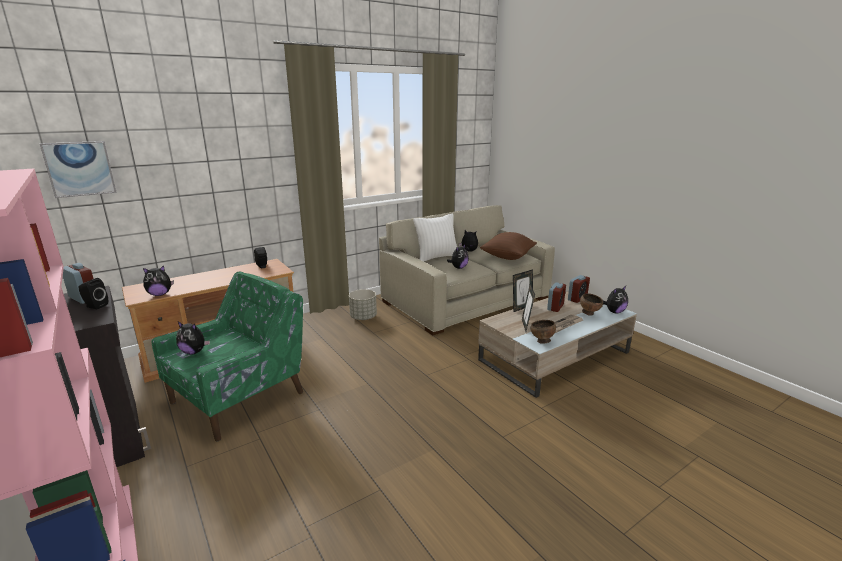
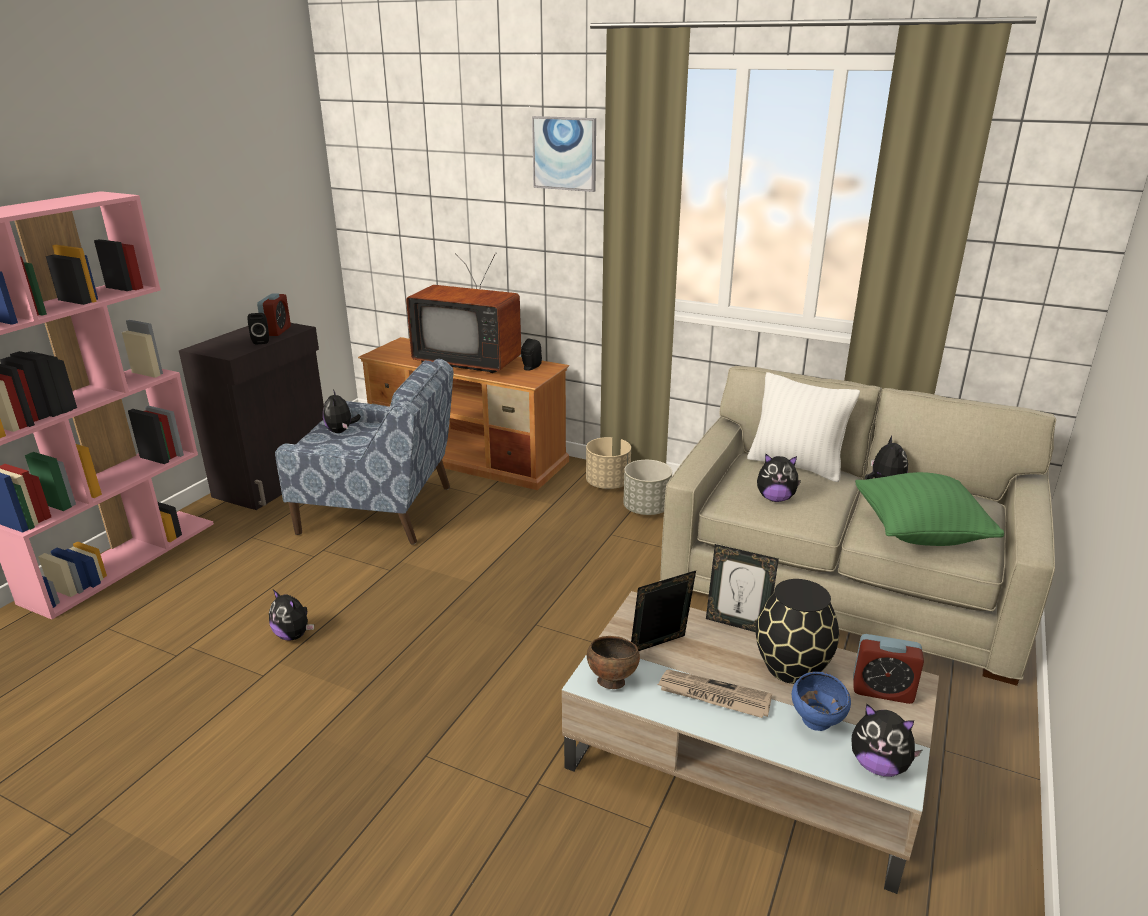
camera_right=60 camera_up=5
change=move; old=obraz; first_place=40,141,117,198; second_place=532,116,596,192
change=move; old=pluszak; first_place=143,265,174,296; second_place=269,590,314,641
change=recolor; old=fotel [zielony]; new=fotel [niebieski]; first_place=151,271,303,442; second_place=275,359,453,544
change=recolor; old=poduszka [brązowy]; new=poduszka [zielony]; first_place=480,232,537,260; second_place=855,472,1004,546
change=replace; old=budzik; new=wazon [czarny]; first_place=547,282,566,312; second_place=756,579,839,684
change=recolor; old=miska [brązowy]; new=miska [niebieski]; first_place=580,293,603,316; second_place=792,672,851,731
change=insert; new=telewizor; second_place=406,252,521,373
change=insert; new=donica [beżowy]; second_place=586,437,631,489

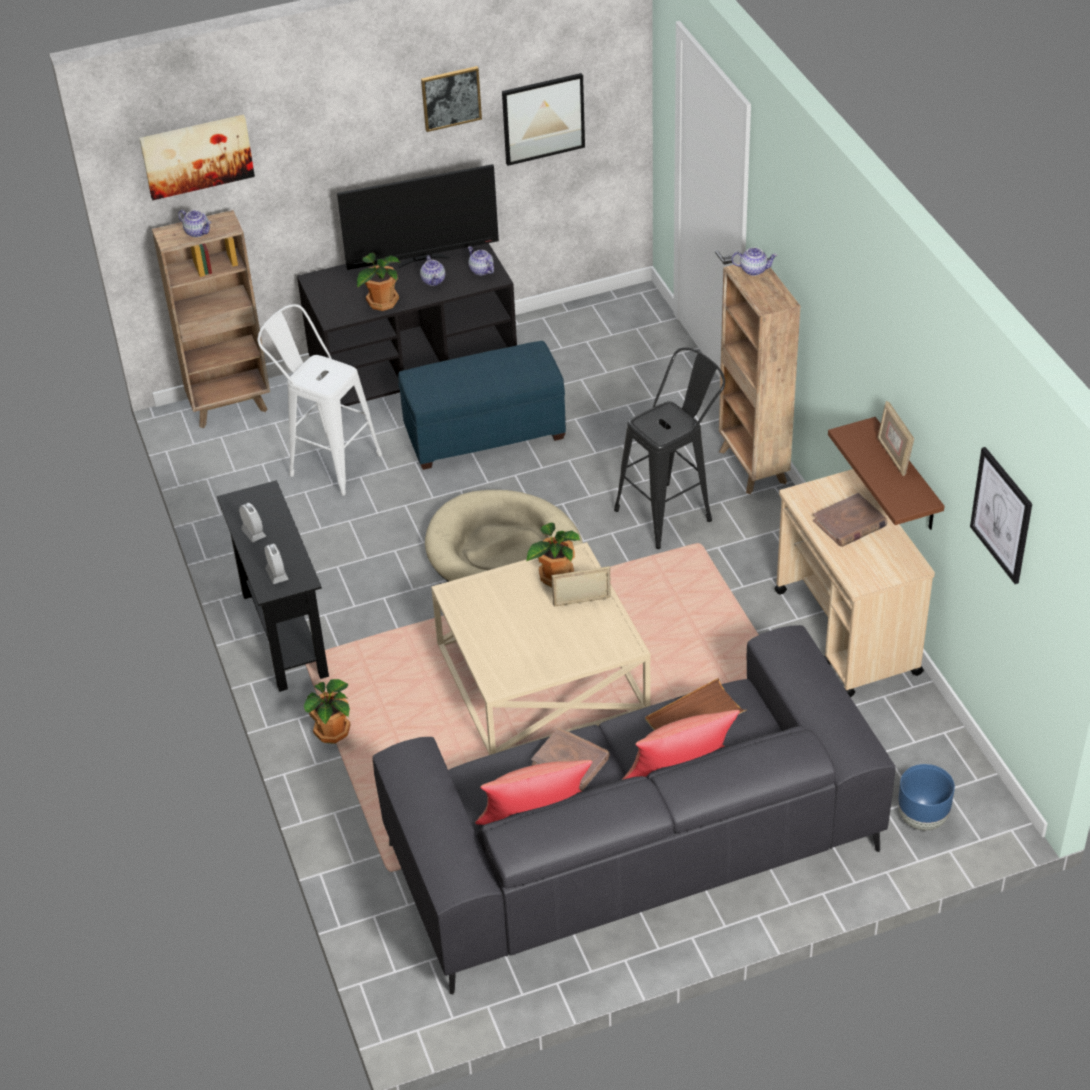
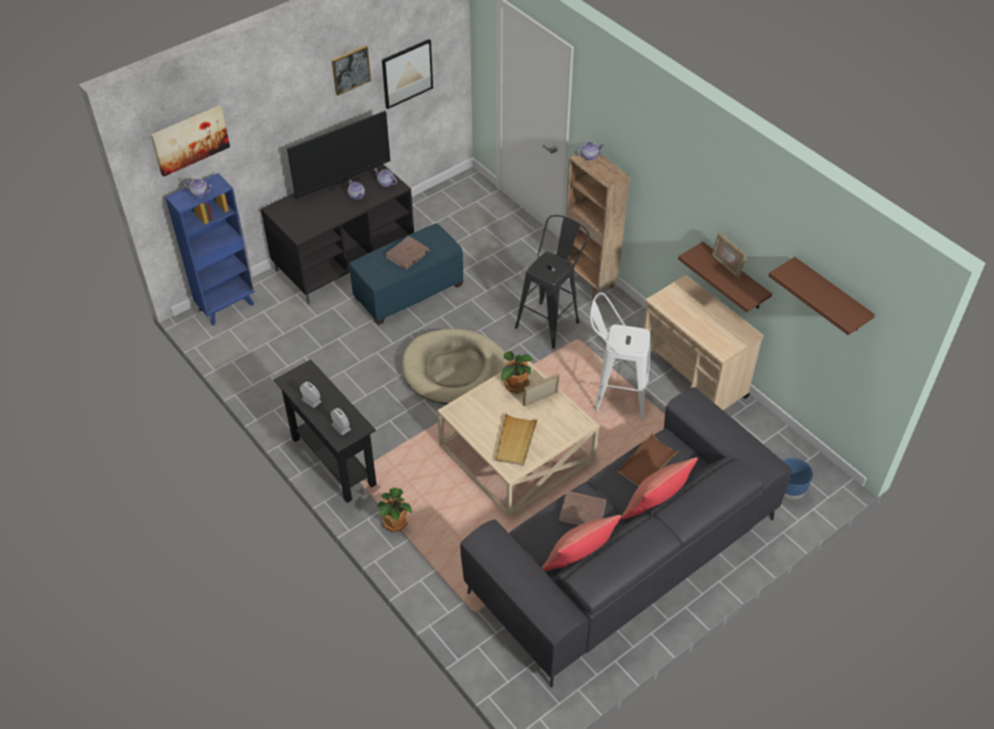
camera_right=-20 camera_up=5
change=recolor; old=regał [brązowy]; new=regał [niebieski]; first_place=152,210,270,428; second_place=165,173,255,325
change=move; old=stołek [biały]; first_place=258,304,382,496; second_place=590,292,650,419
change=delete; old=roślina doniczkowa; first_place=357,253,400,311
change=move; old=książka [brązowy]; first_place=813,493,888,547; second_place=385,236,429,270
change=replace; old=obraz; new=półka [brązowy]; first_place=970,447,1032,584; second_place=768,257,875,335
change=insert; new=taca [beżowy]; second_place=496,413,538,466

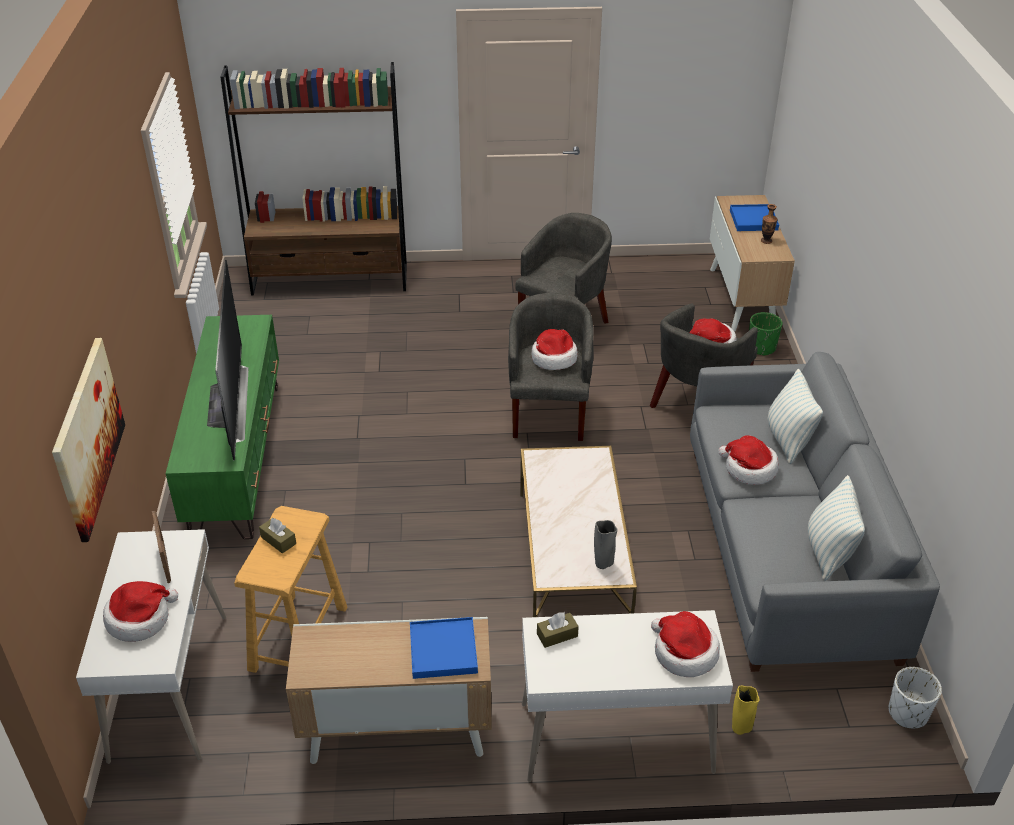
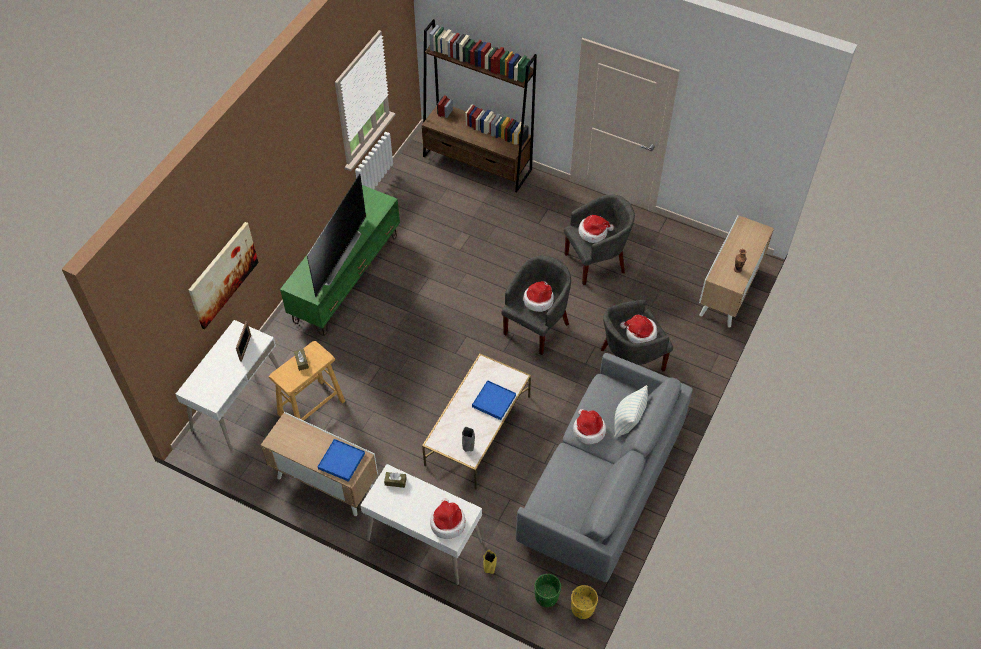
camera_right=30 camera_up=15
change=move; old=kapelusz; first_place=103,581,178,642; second_place=578,215,614,243
change=move; old=taca [niebieski]; first_place=730,204,779,231; second_place=472,380,516,420
change=move; old=donica [zielony]; first_place=749,312,782,356; second_place=535,574,561,607
change=delete; old=poduszka; first_place=808,475,865,581
change=recolor; old=donica [biały]; new=donica [żółty]; first_place=888,667,942,728; second_place=571,585,598,619

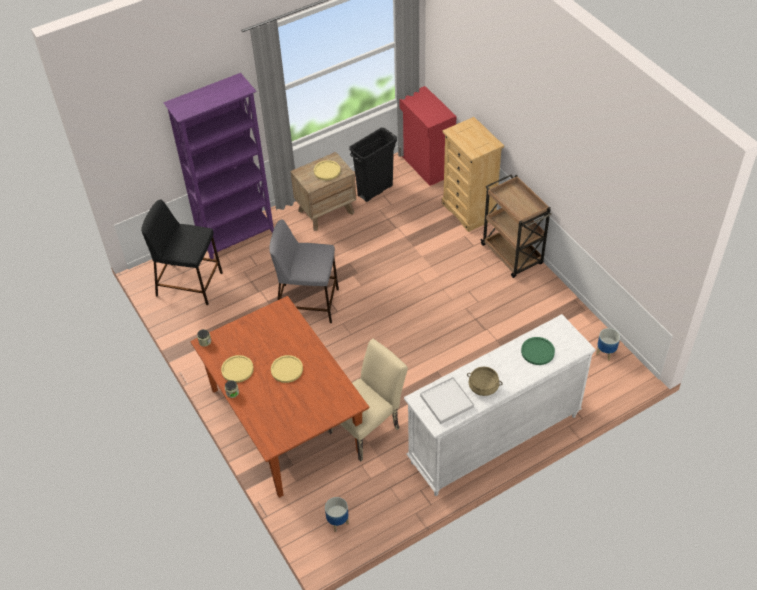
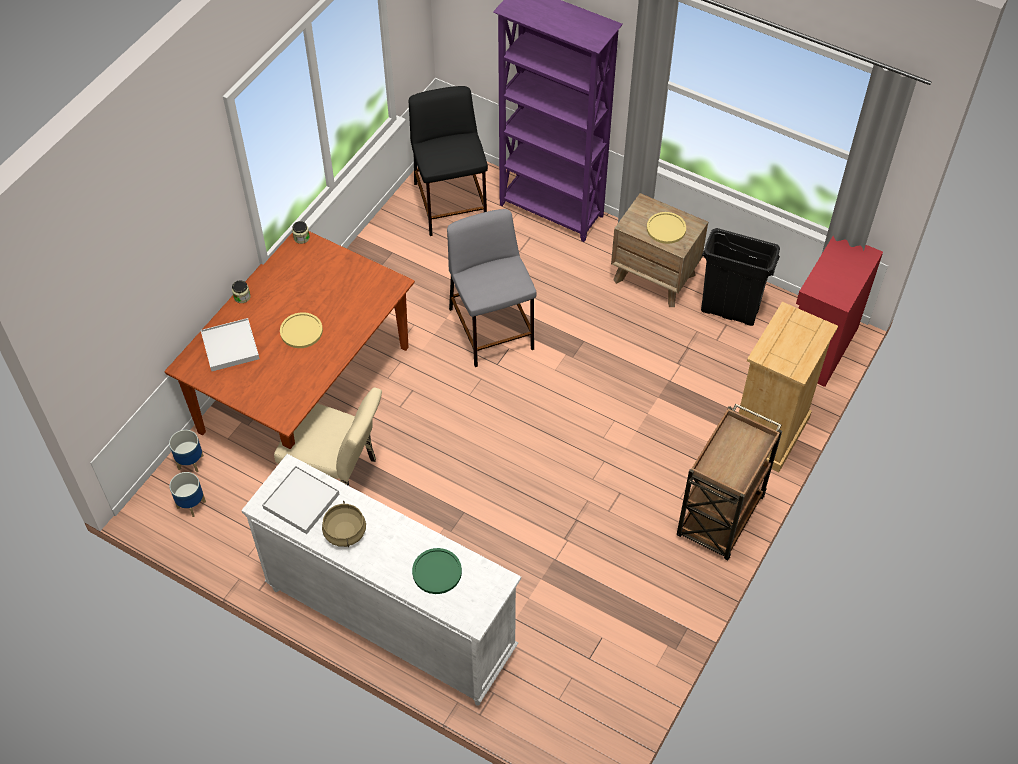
camera_right=60 camera_up=5
change=delete; old=talerz [żółty]; first_place=221,355,254,383
change=move; old=donica; first_place=596,328,620,361; second_place=169,430,204,472
change=insert; new=taca [biały]; second_place=201,318,260,371

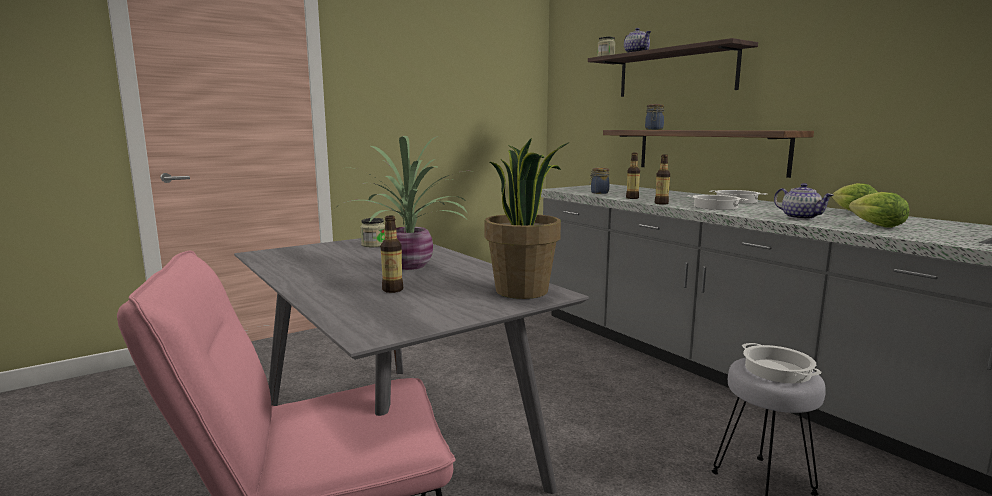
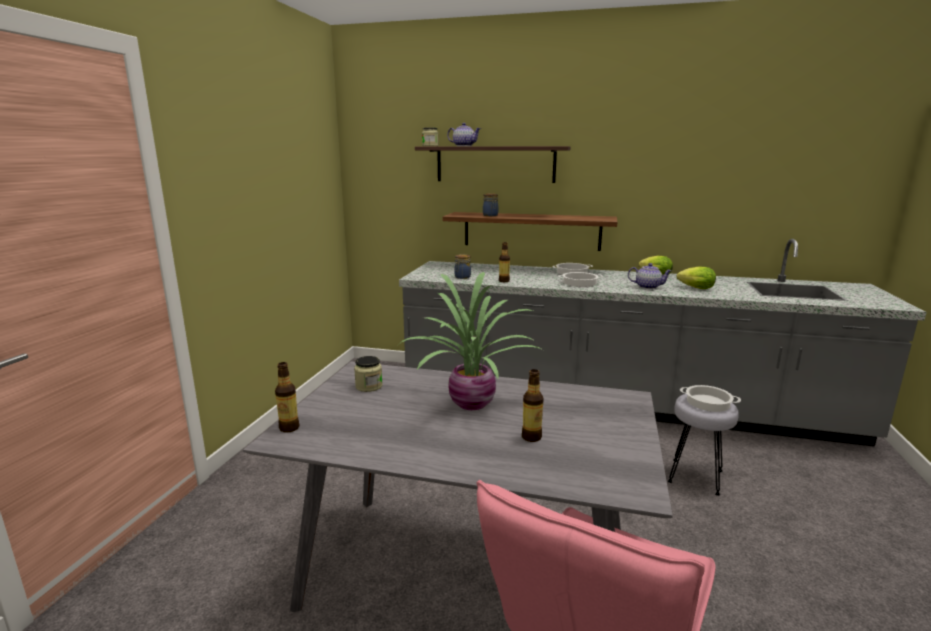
camera_right=-40 camera_up=5
change=delete; old=roślina doniczkowa; first_place=484,138,569,299
change=move; old=butelka; first_place=655,154,670,205; second_place=275,362,300,433

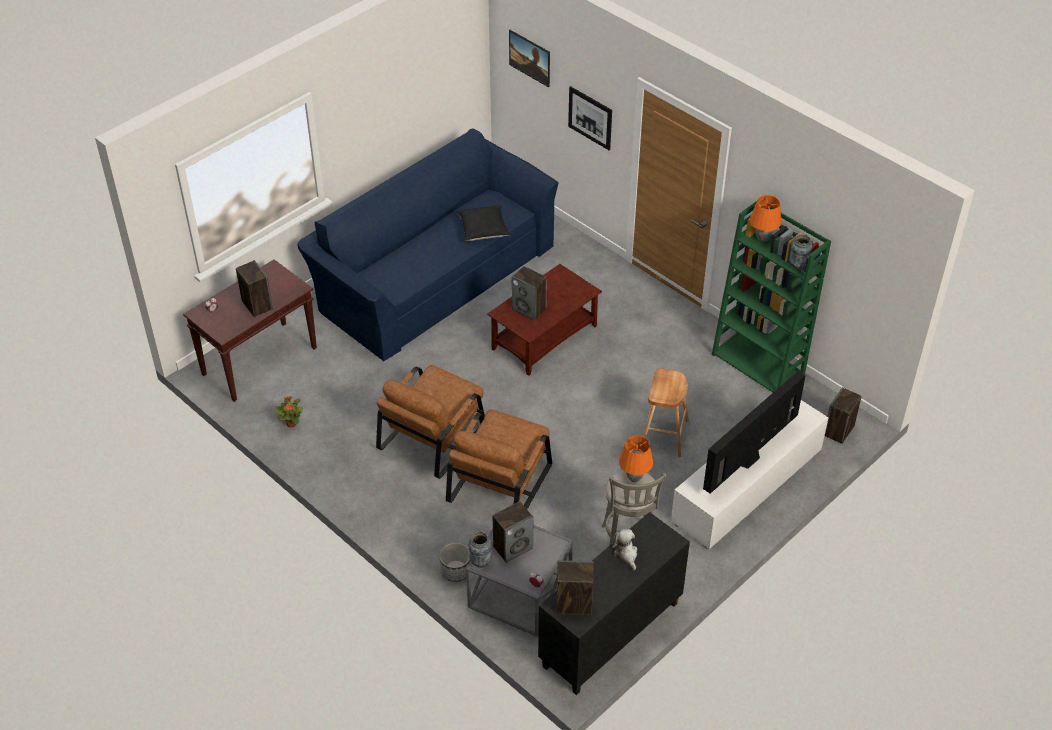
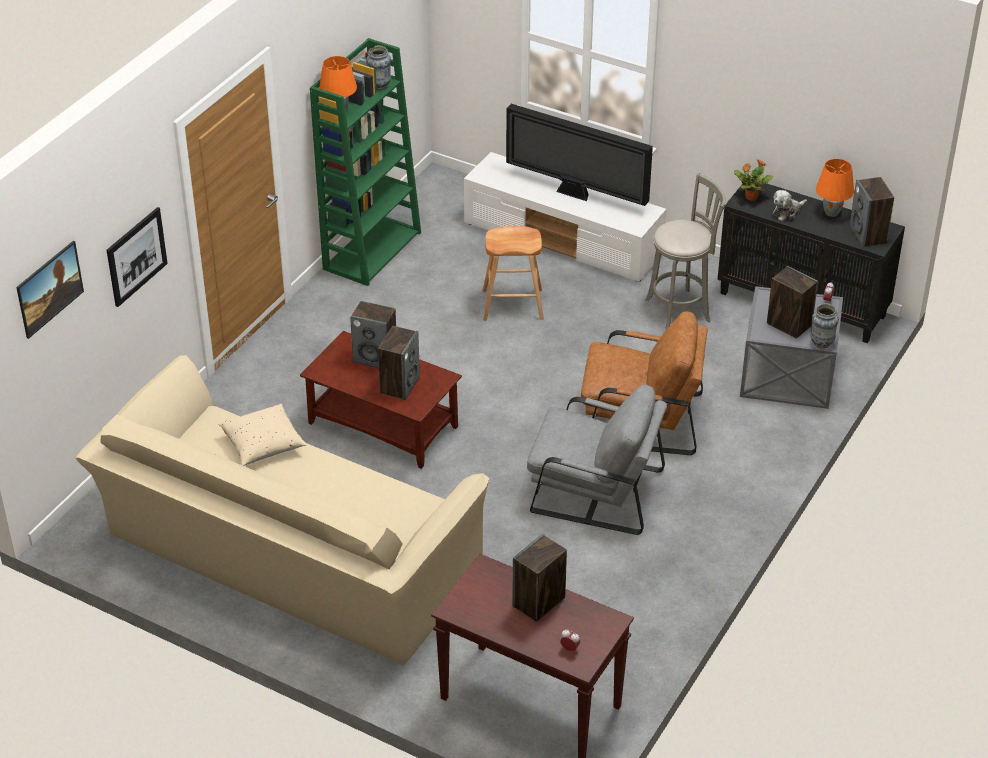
camera_right=-105 camera_up=-5
change=move; old=roślina doniczkowa; first_place=275,396,303,428; second_place=734,160,773,201
change=recolor; old=kanapa [niebieski]; new=kanapa [beżowy]; first_place=297,128,559,361; second_place=76,355,489,665
change=recolor; old=fotel [brązowy]; new=fotel [szary]; first_place=376,365,485,479; second_place=527,385,667,535
change=delete; old=donica; first_place=439,543,471,582
change=recolor; old=poduszka [czarny]; new=poduszka [beżowy]; first_place=457,206,510,241; second_place=218,404,306,466
change=move; old=lampa stołowa [pomarańczowy]; first_place=619,436,653,482; second_place=816,159,854,217
change=move; old=głośnik; first_place=825,387,862,444; second_place=350,301,396,368

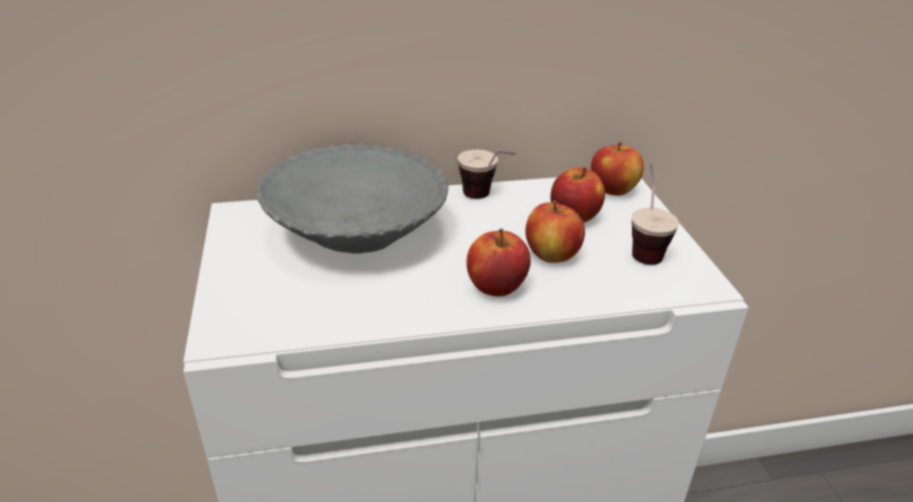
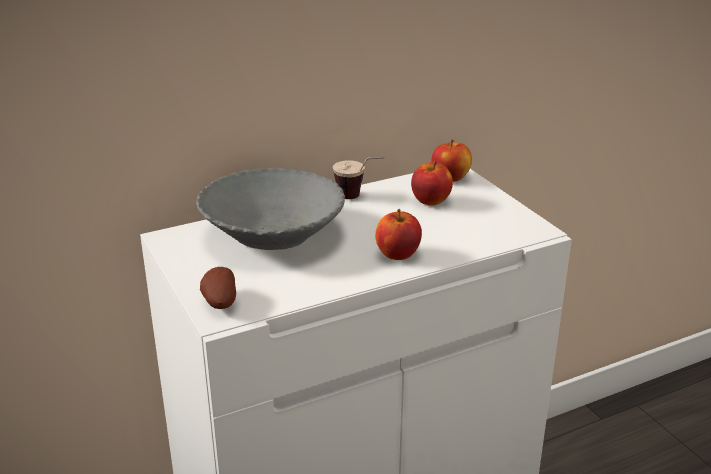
camera_right=-15 camera_up=-5
change=delete; old=jabłko; first_place=525,200,585,263
change=delete; old=filiżanka; first_place=632,163,679,265
change=insert; new=ziemniak; second_place=200,267,236,309

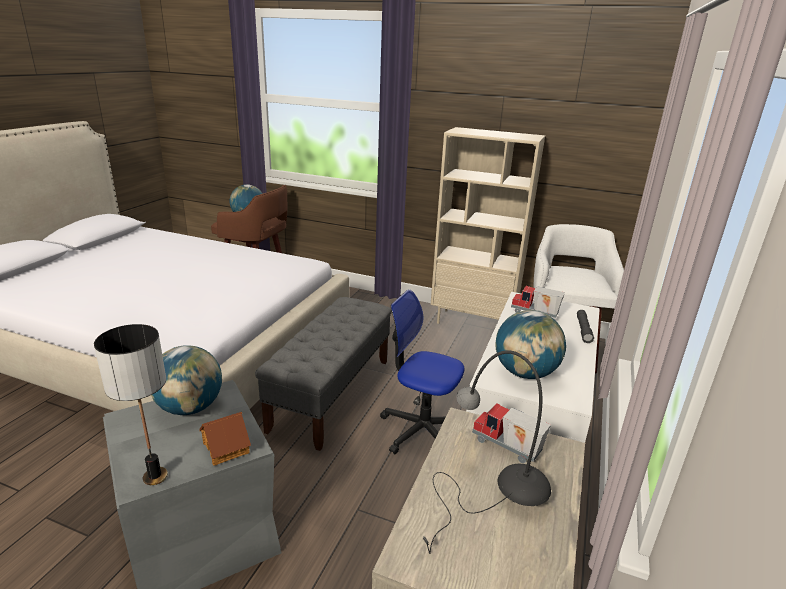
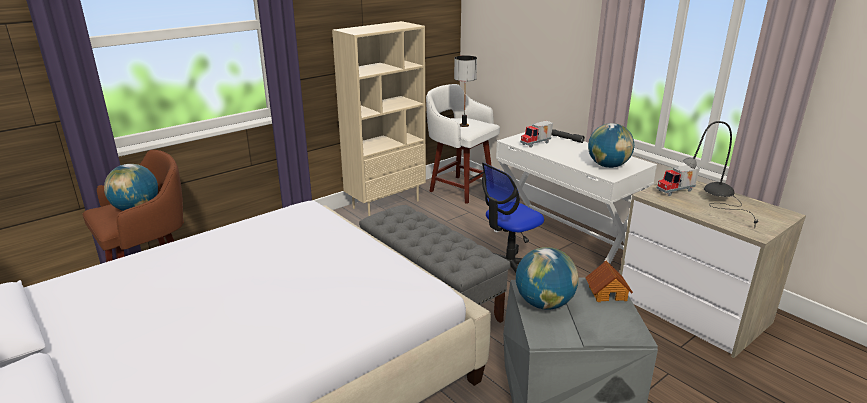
camera_right=-60 camera_up=0
change=move; old=lampa stołowa; first_place=94,324,168,485; second_place=454,55,477,127

